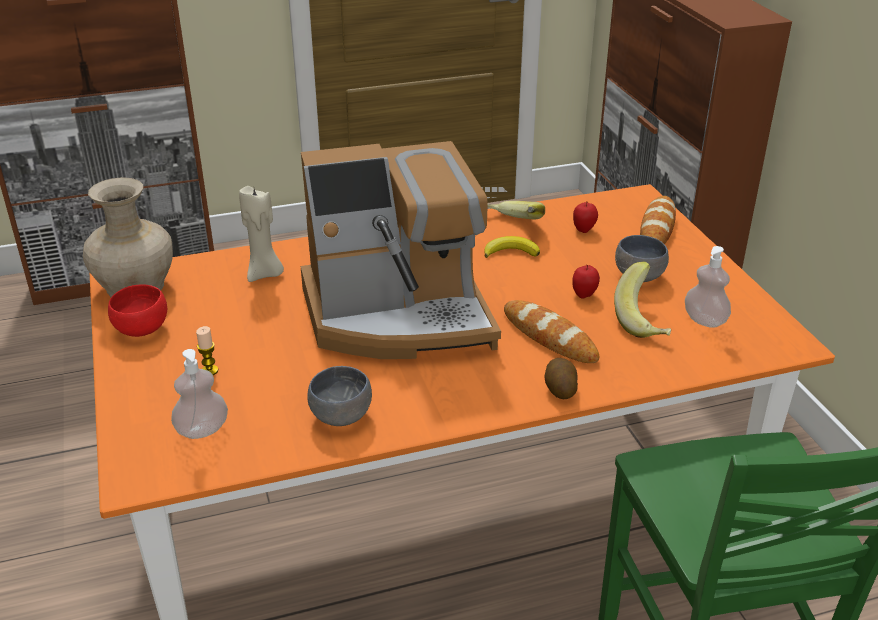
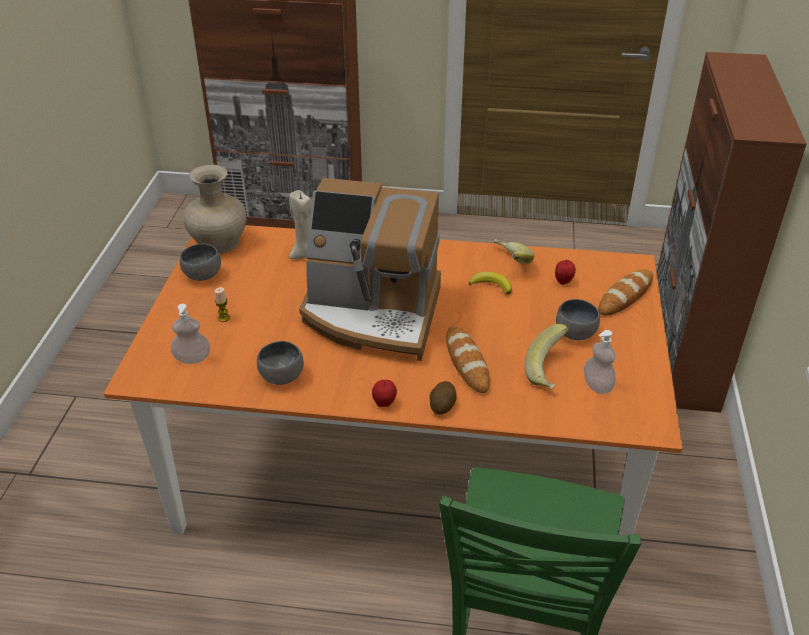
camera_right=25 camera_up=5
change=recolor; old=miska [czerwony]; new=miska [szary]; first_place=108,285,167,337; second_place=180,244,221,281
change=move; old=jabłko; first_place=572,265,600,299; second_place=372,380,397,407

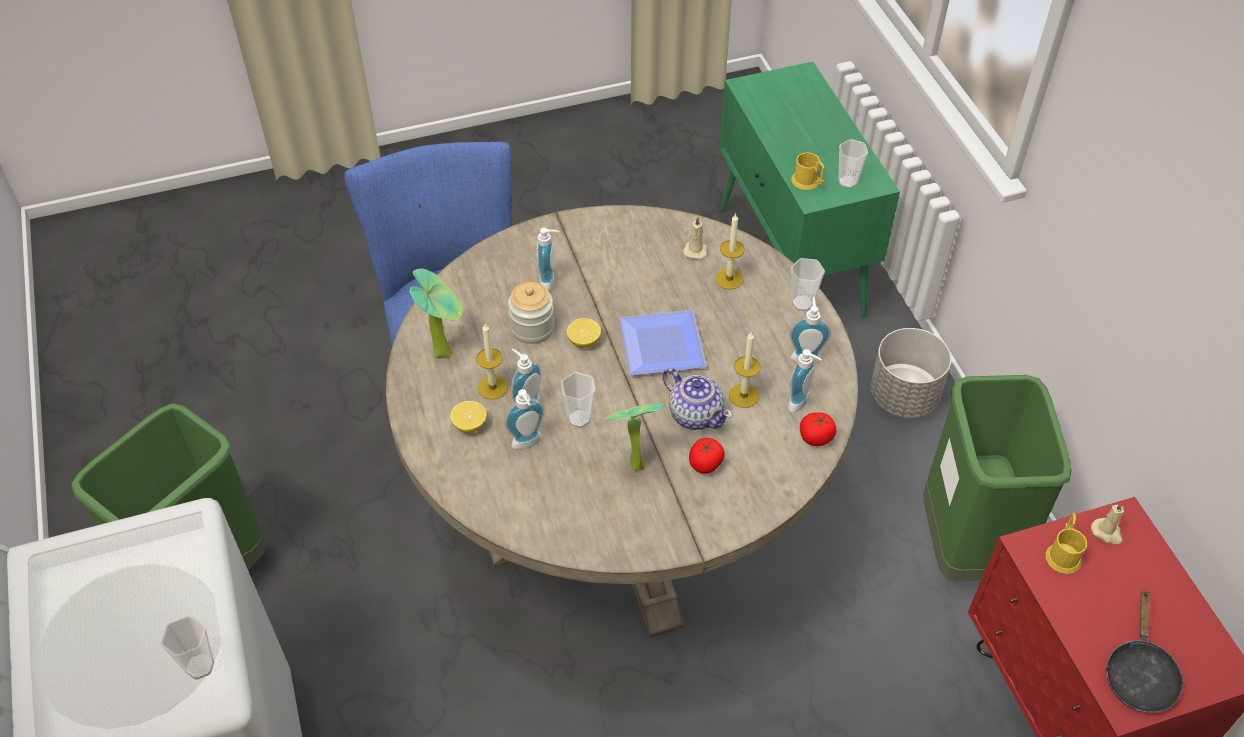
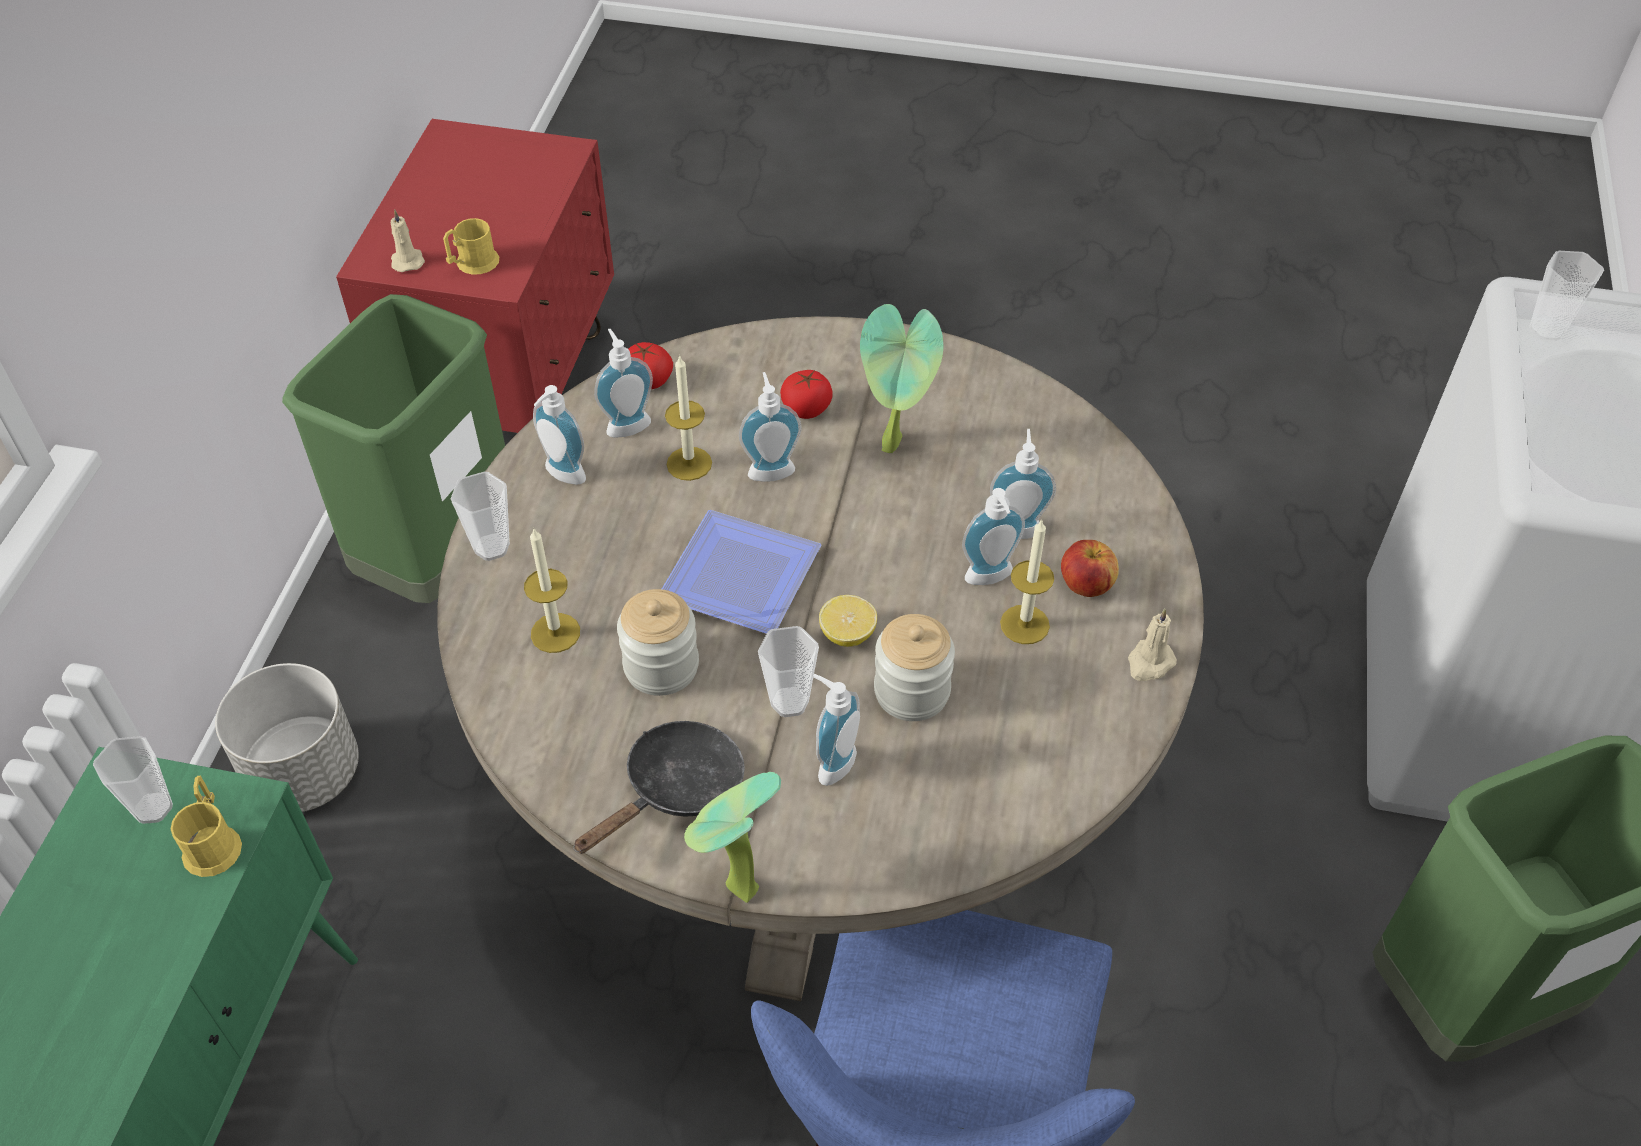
camera_right=-150 camera_up=0
change=move; old=roślina doniczkowa; first_place=410,269,463,357; second_place=684,772,781,903
change=replace; old=cytryna; new=jabłko; first_place=450,401,487,433; second_place=1061,540,1119,597
change=move; old=filiżanka; first_place=561,372,595,428; second_place=758,626,819,717
change=replace; old=imbryk; new=dozownik mydła; first_place=662,368,733,430; second_place=739,372,801,482
change=move; old=świeca [beżowy]; first_place=683,217,707,260; second_place=1128,608,1177,681
change=move; old=patelnia [czarny]; first_place=1105,589,1185,713; second_place=573,721,745,854
change=insert; new=słoik; second_place=617,589,699,696

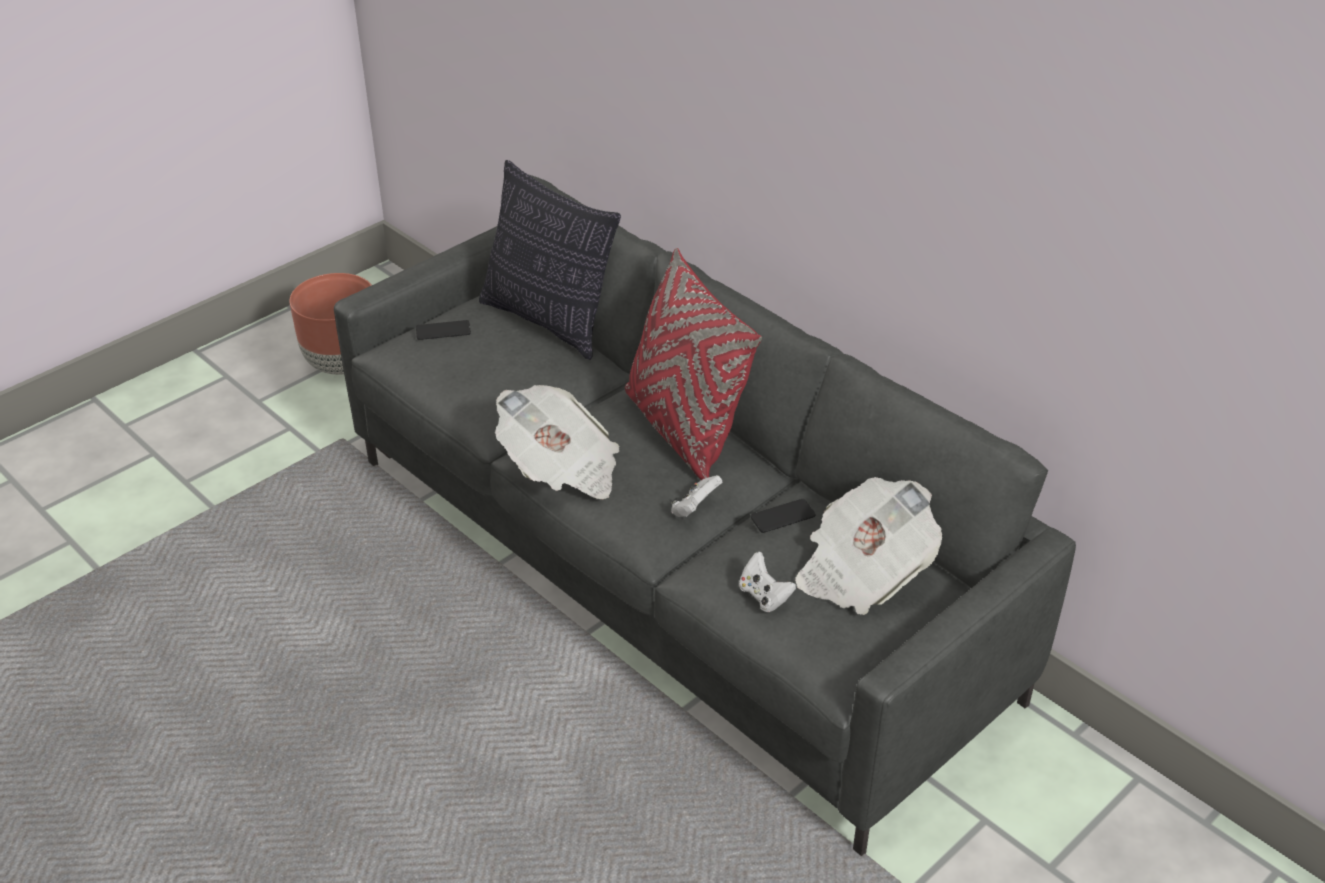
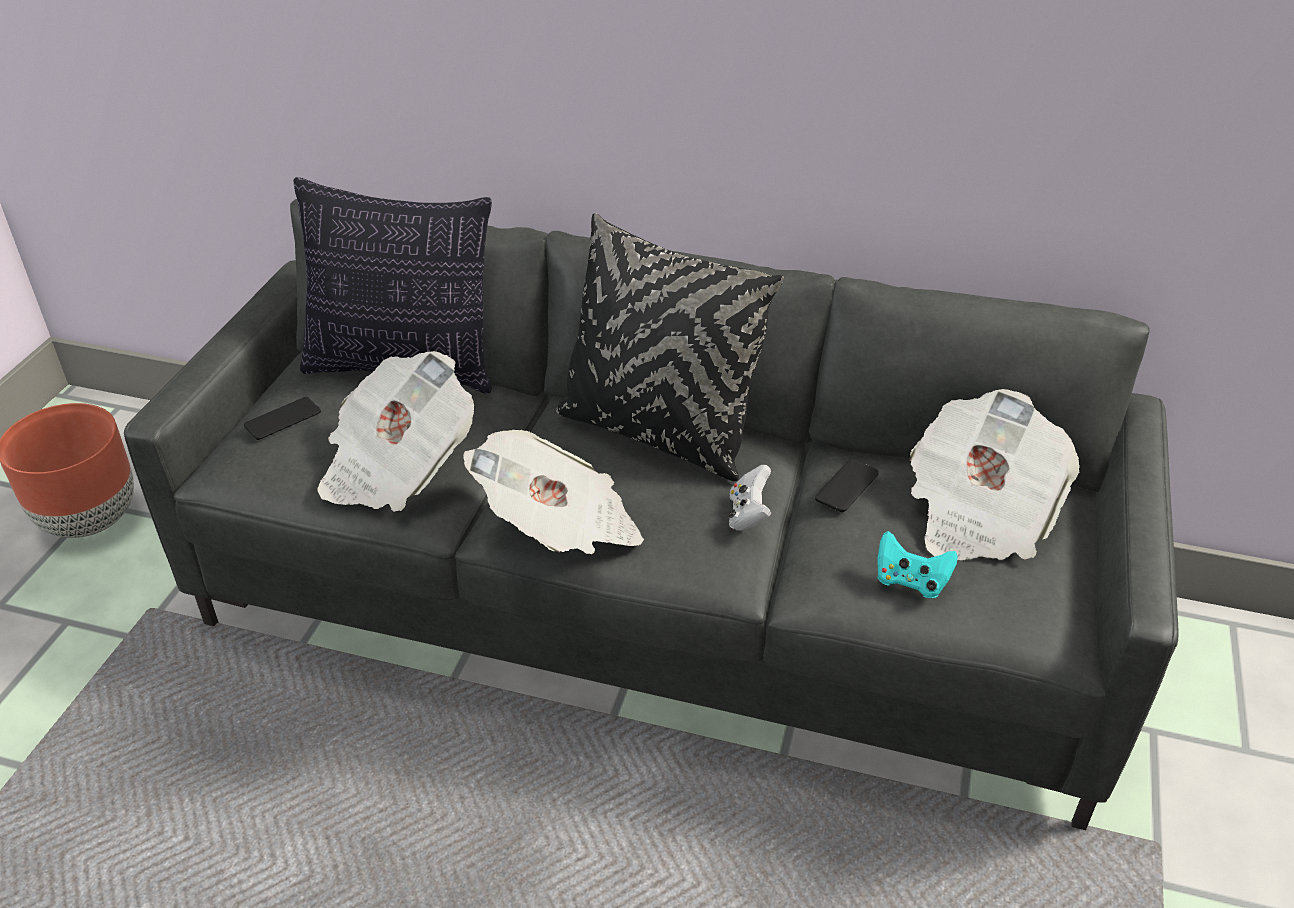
camera_right=-30 camera_up=0
change=recolor; old=poduszka [czerwony]; new=poduszka [czarny]; first_place=625,248,762,480; second_place=556,213,784,481
change=recolor; old=pad do gier [biały]; new=pad do gier [turkusowy]; first_place=739,552,796,612; second_place=877,531,958,598
change=insert; new=gazeta; second_place=317,351,474,512

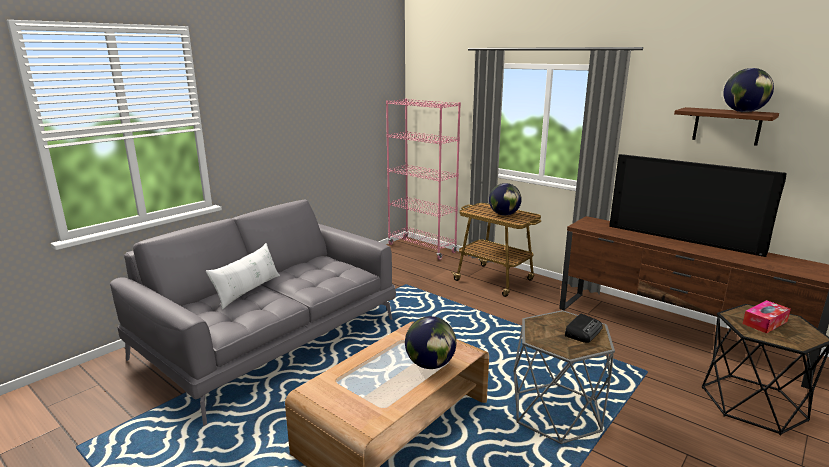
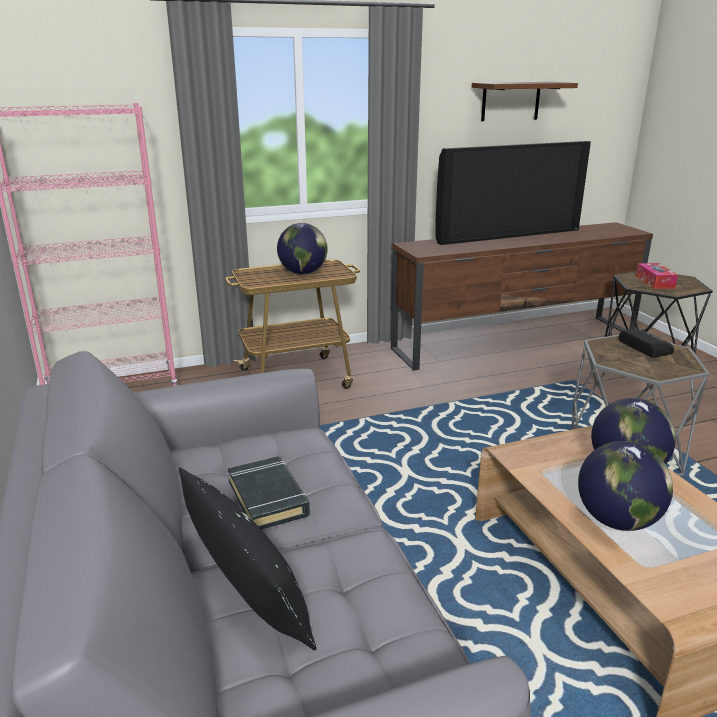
camera_right=-60 camera_up=5
change=recolor; old=poduszka [biały]; new=poduszka [czarny]; first_place=206,243,280,310; second_place=179,467,316,651
change=move; old=globus; first_place=723,68,774,112; second_place=578,441,673,531
change=insert; new=książka [czarny]; second_place=228,457,310,530

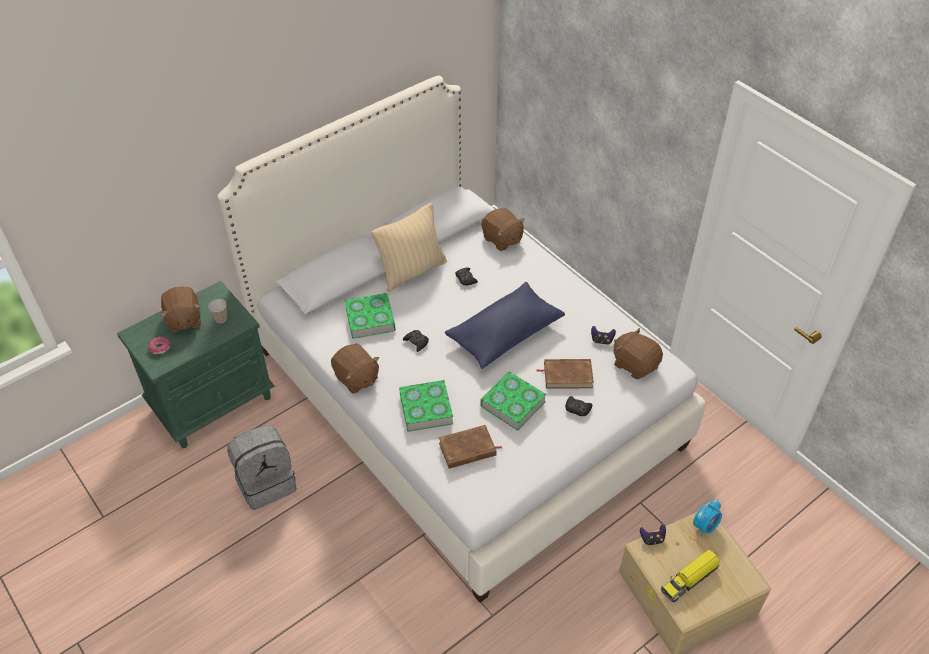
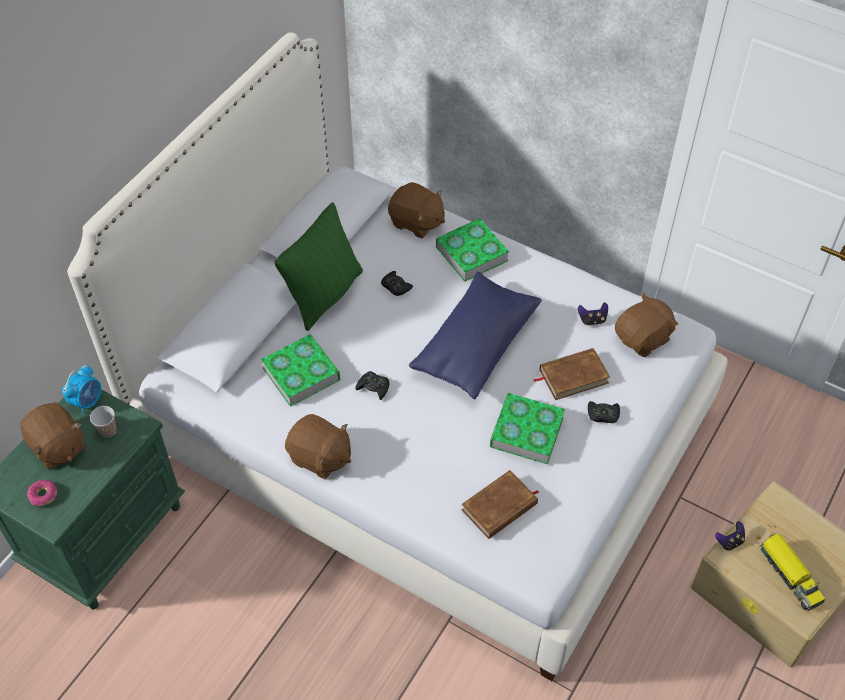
camera_right=-20 camera_up=5
change=delete; old=plecak [szary]; first_place=227,425,297,510
change=recolor; old=poduszka [beżowy]; new=poduszka [zielony]; first_place=371,203,447,292; second_place=275,202,363,331
change=move; old=książka; first_place=399,380,453,432; second_place=436,218,509,282
change=rotate; old=pluszak [brązowy]; first_place=613,328,663,379; second_place=615,292,679,357; degrees=120
change=rotate; old=ciężarówka zabawkowa; first_place=661,550,719,602; second_place=759,534,825,611; degrees=-60
change=move; old=budzik; first_place=693,499,722,537; second_place=62,364,101,415

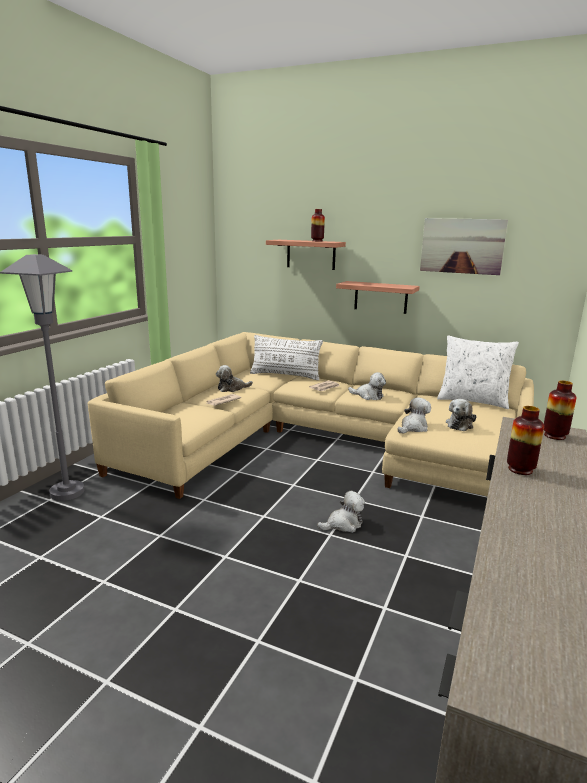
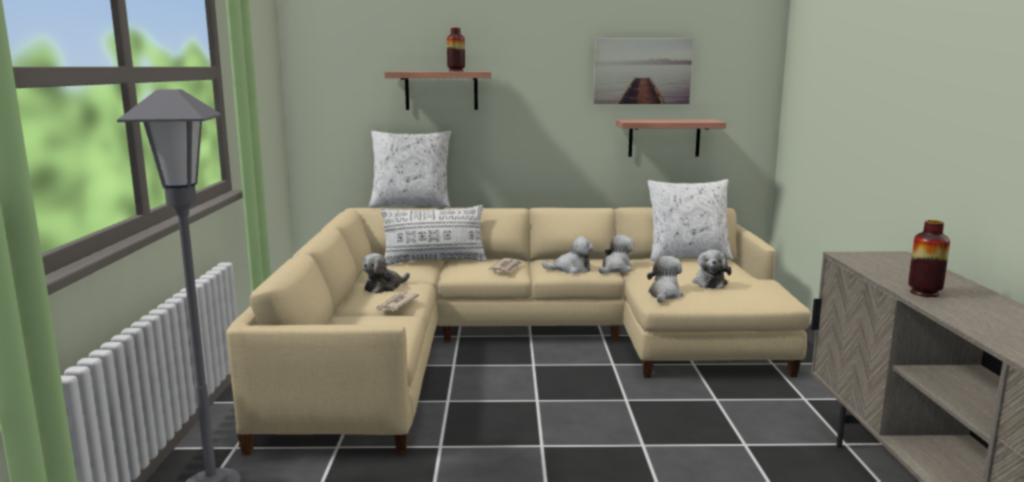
camera_right=-25 camera_up=-5
change=move; old=pluszak; first_place=317,491,365,533; second_place=598,235,634,274
change=move; old=półka; first_place=336,281,420,314; second_place=616,120,726,157
change=delete; old=wazon; first_place=544,381,577,440
change=insert; new=poduszka [biały]; second_place=369,130,451,208

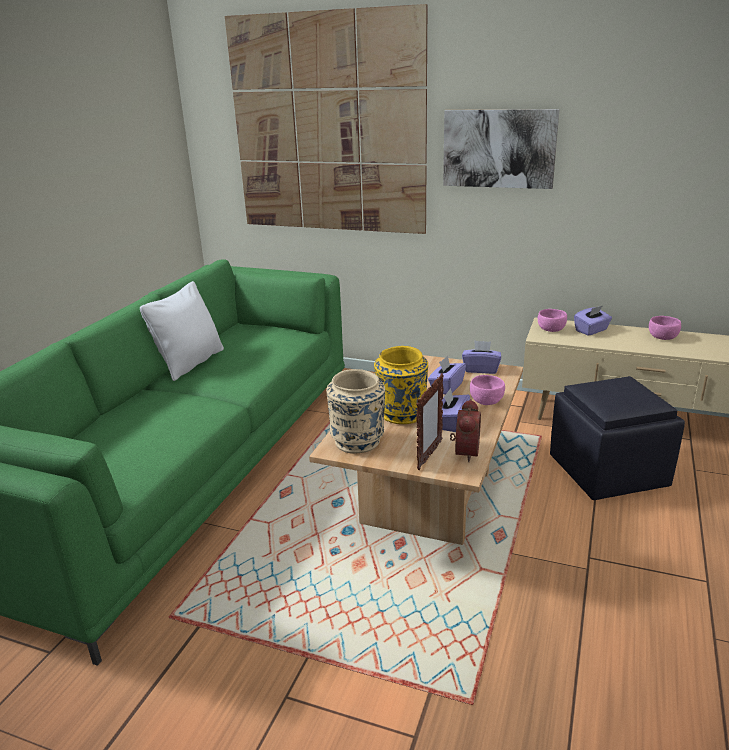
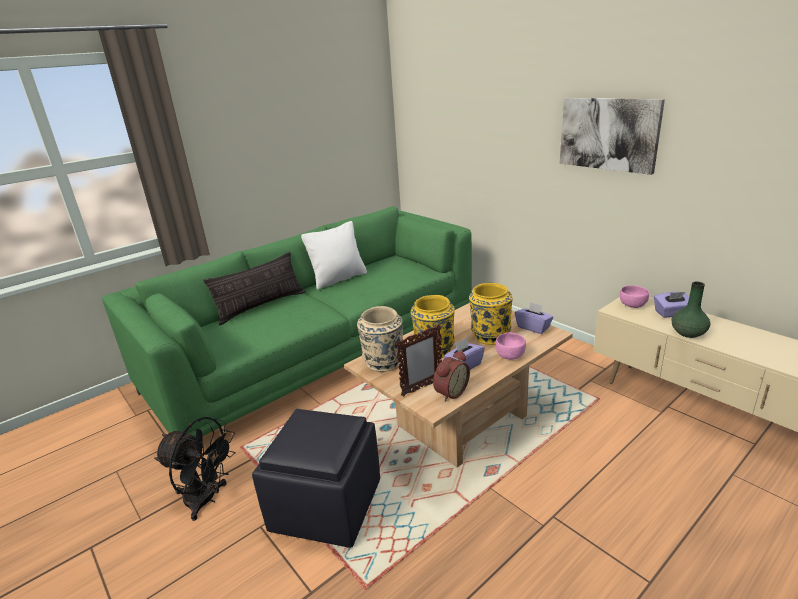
camera_right=30 camera_up=0
change=delete; old=obraz; first_place=225,4,427,234
change=replace; old=pudełko chusteczek [fioletowy]; new=wazon [żółty]; first_place=428,356,466,395; second_place=469,283,513,345
change=move; old=pufa [czarny]; first_place=550,376,685,500; second_place=252,409,380,548
change=delete; old=miska [różowy]; first_place=649,316,681,340
change=insert; new=wentylator [czarny]; second_place=154,417,236,521
change=insert; new=poduszka; second_place=204,251,305,325
change=insert; new=wazon [zielony]; second_place=672,282,710,338

